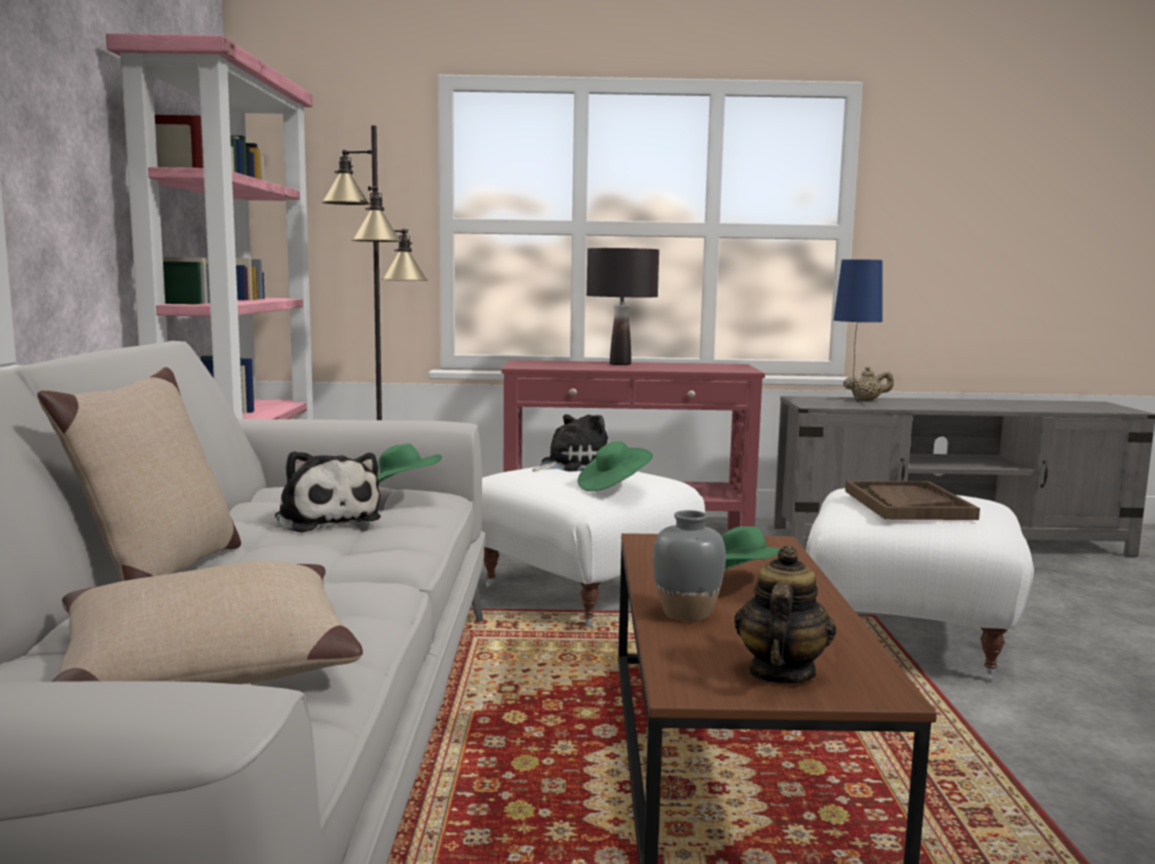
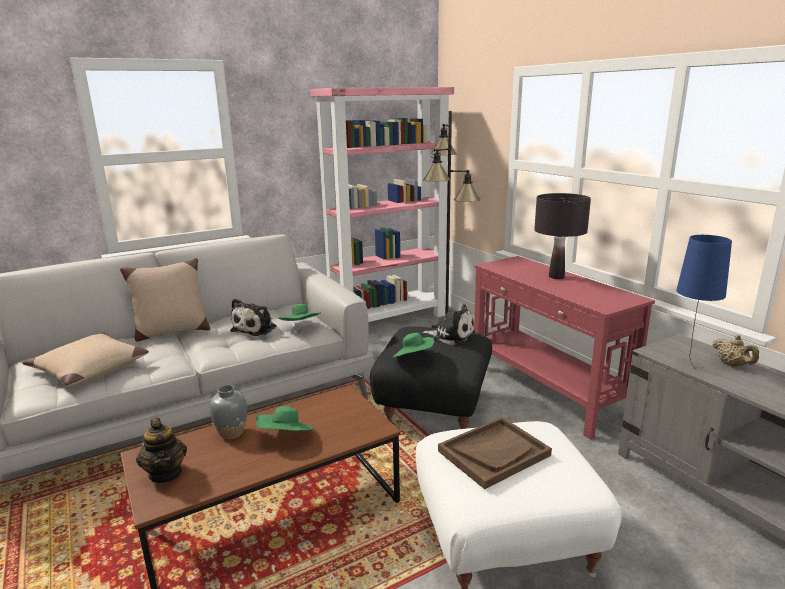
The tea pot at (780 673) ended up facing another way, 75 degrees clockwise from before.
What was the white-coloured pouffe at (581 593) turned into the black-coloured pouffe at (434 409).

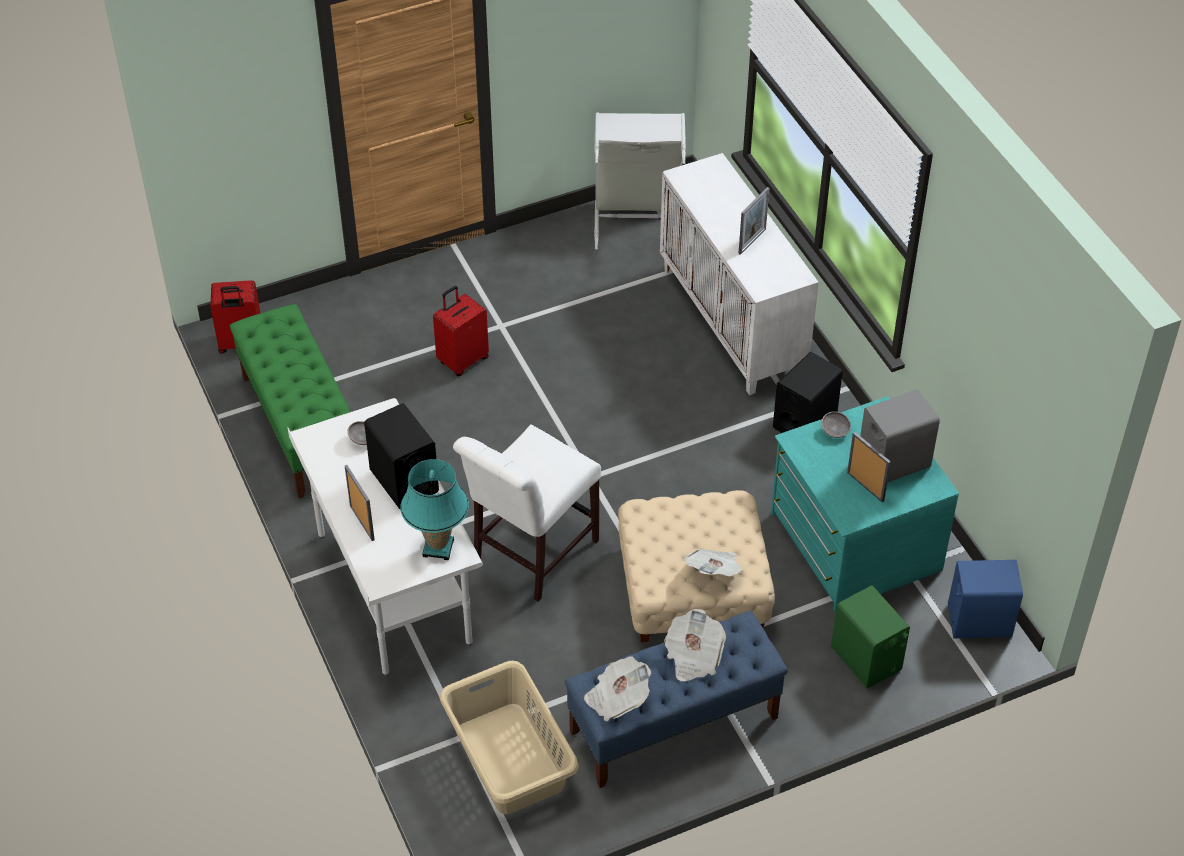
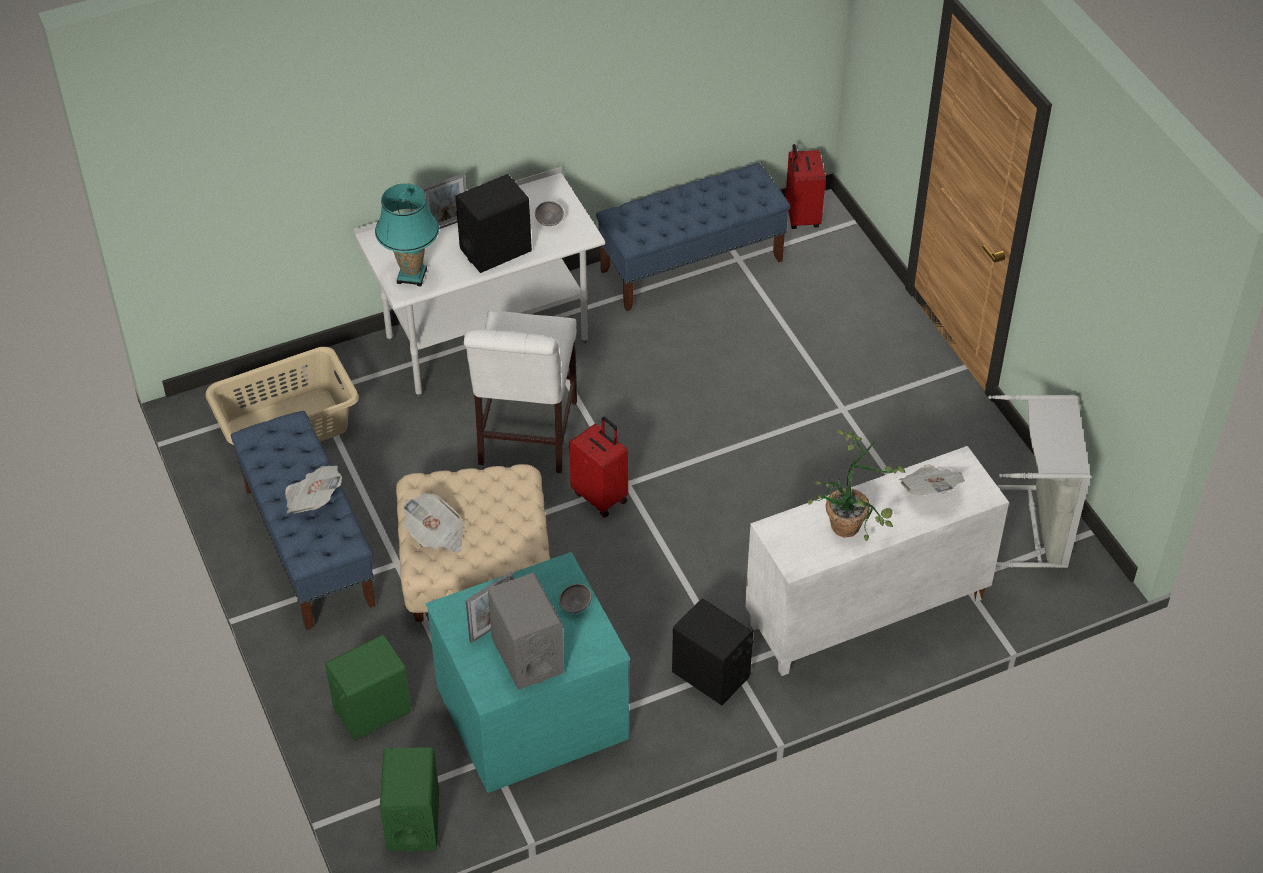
What was the bluish audio speaker at (978 621) turned into the green-coloured audio speaker at (413 821).
The white-coloured chair at (530 554) ended up facing another way, 120 degrees counterclockwise from before.
The red-coloured suitcase ended up elsewhere, having gone from (462 360) to (601 496).
What was the green-coloured indoor bench at (300 426) turned into the bluish indoor bench at (692 265).
Where the standing frame stood at (752 241), the plant in a pot came to stand at (852 524).
The daily paper ended up elsewhere, having gone from (617 698) to (929 490).

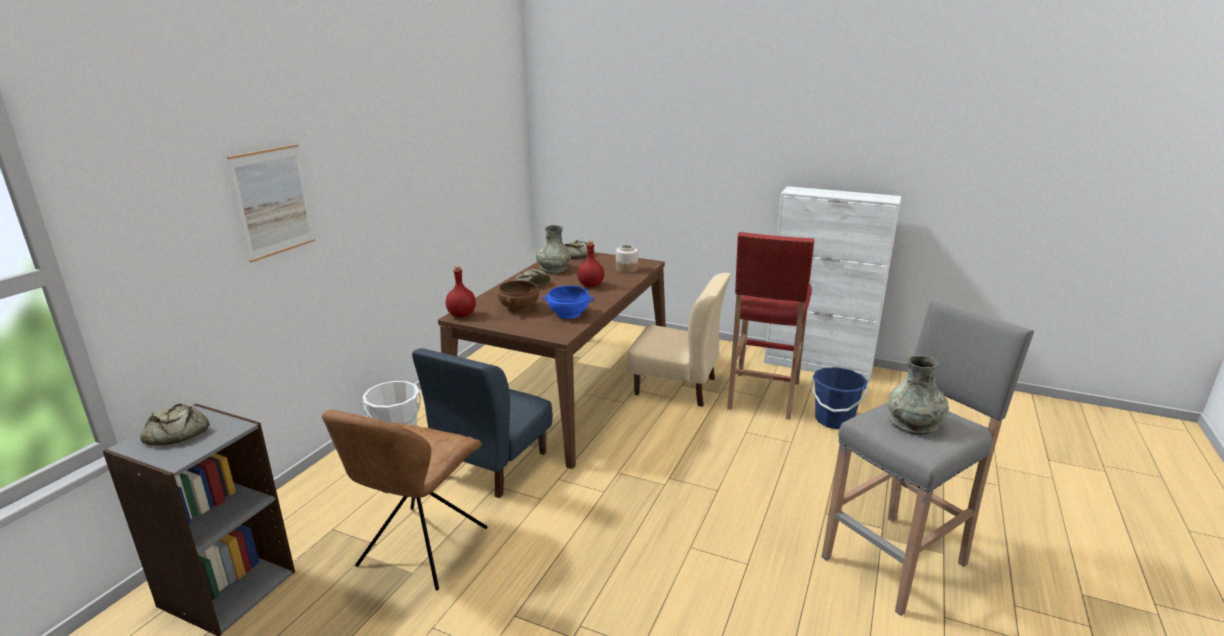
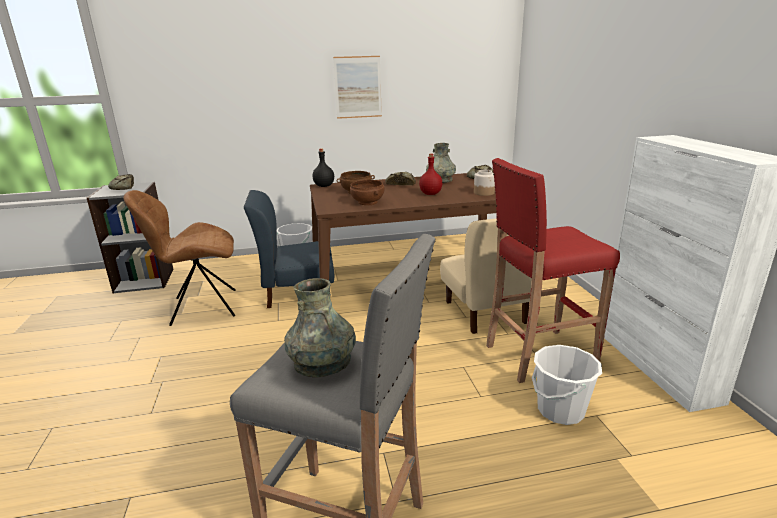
What was the red-coloured beverage bottle at (461 315) turned into the black-coloured beverage bottle at (323 186).
The picture ended up elsewhere, having gone from (273 202) to (358 87).
What was the bluish bowl at (569 314) turned into the brownish bowl at (368 202).
What was the bluish water bucket at (834 420) turned into the white-coloured water bucket at (560 410).

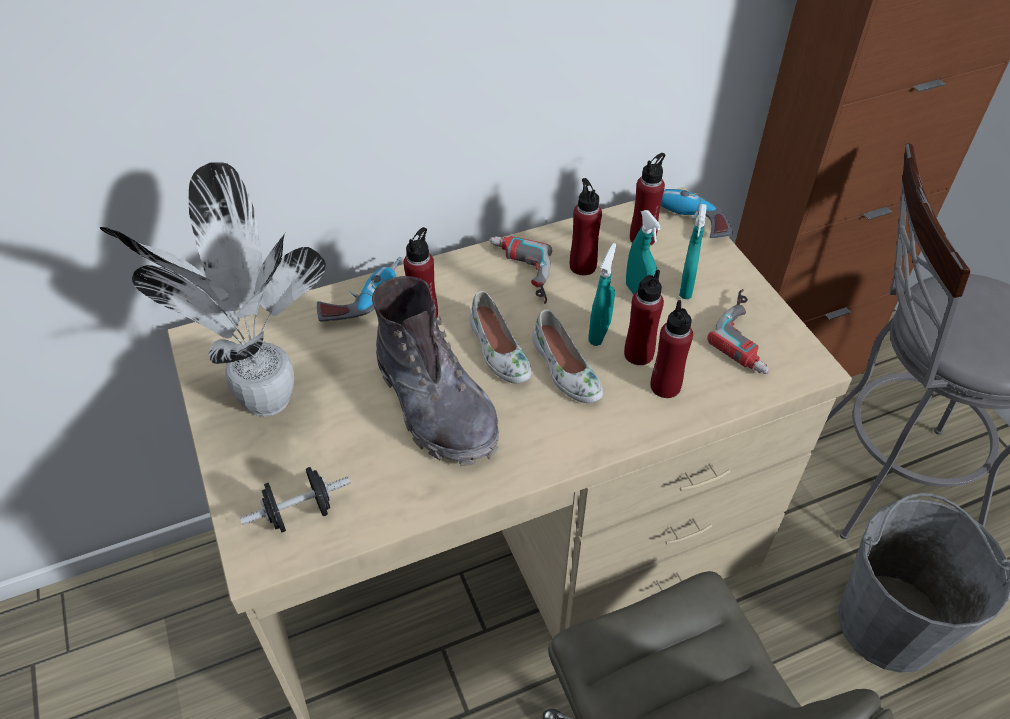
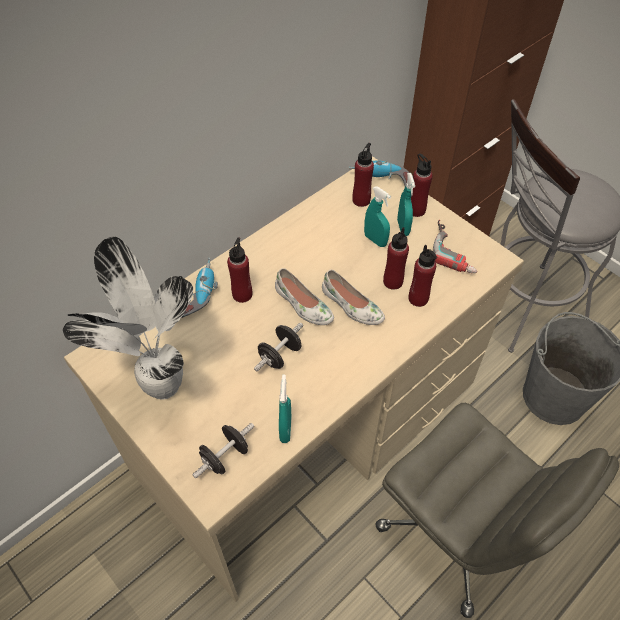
Where the grey high-top boot stood at (436 405), the black-coloured free weight came to stand at (280 355).
The blue-green sprayer ended up elsewhere, having gone from (599 333) to (285 429).
The red-coloured beverage bottle ended up elsewhere, having gone from (582 266) to (416 210).
The second view lost the electric drill at (517 274).

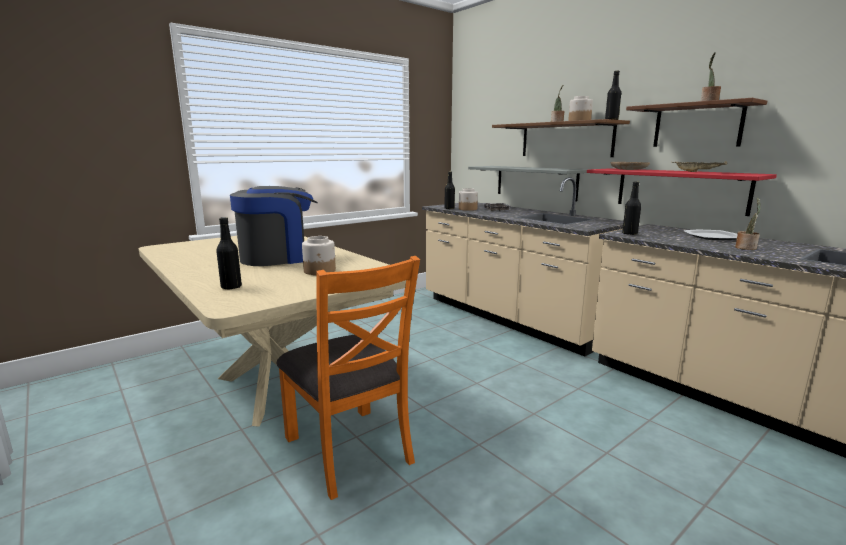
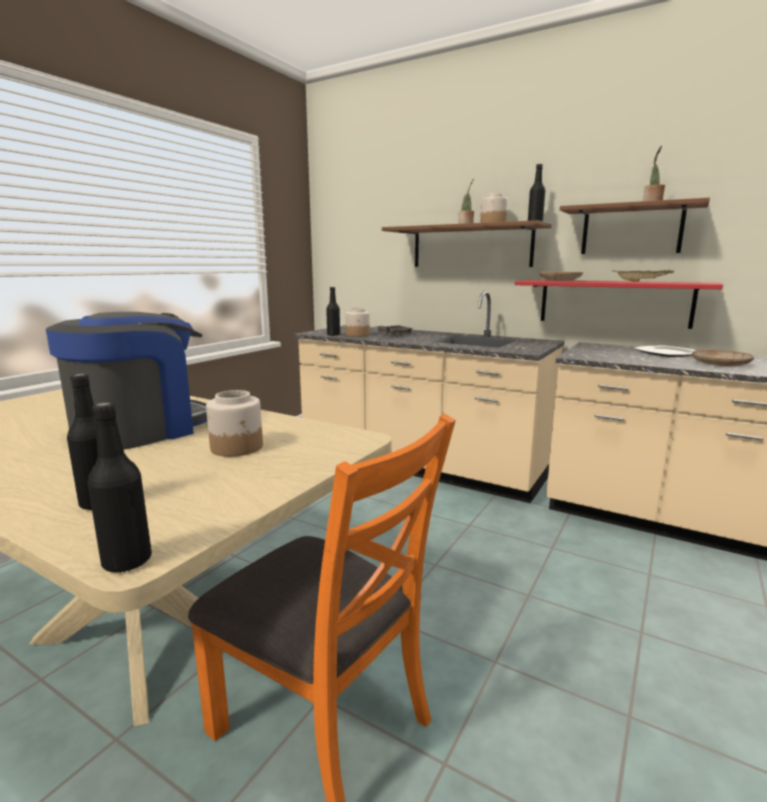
The black-coloured beverage bottle ended up elsewhere, having gone from (629 234) to (127 561).
Where the plant in a pot stood at (746 248), the beige-coloured plate came to stand at (720 364).
The second view lost the grey shelf at (535 182).

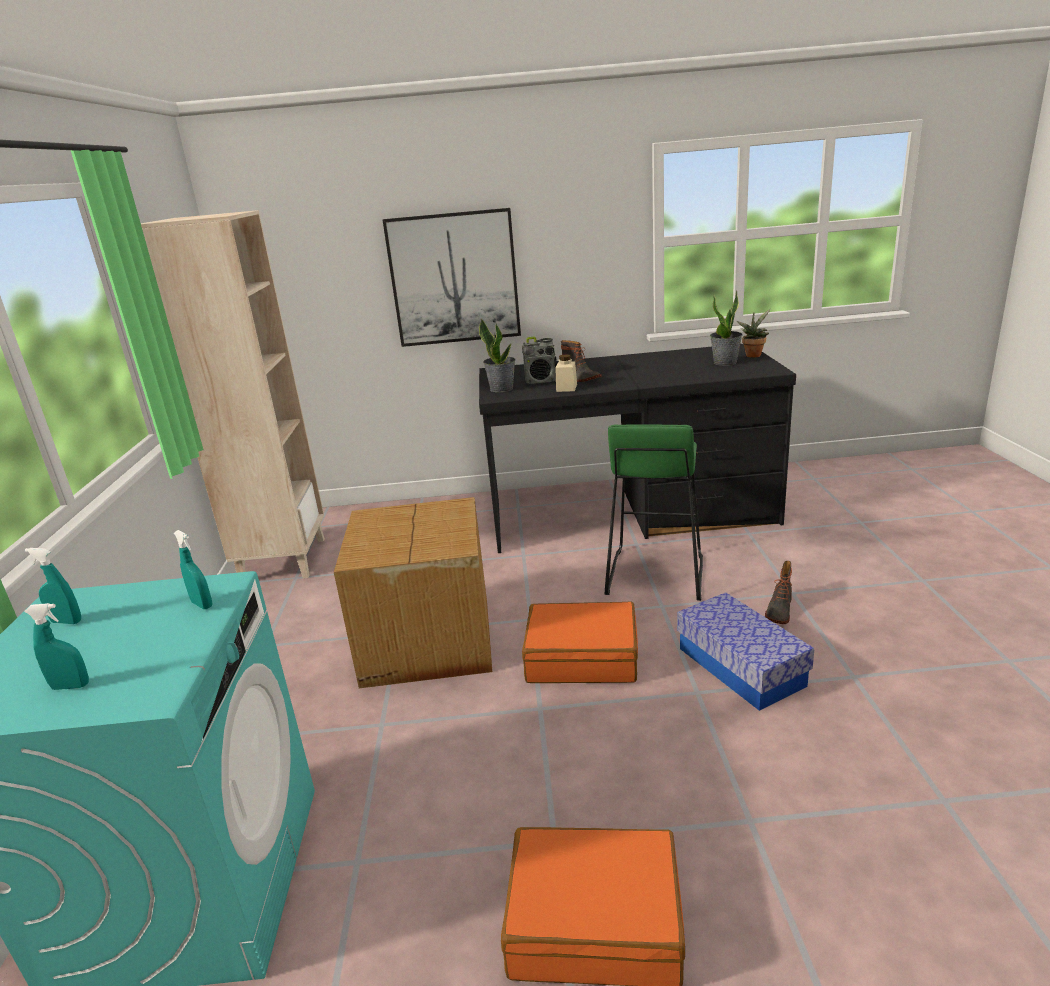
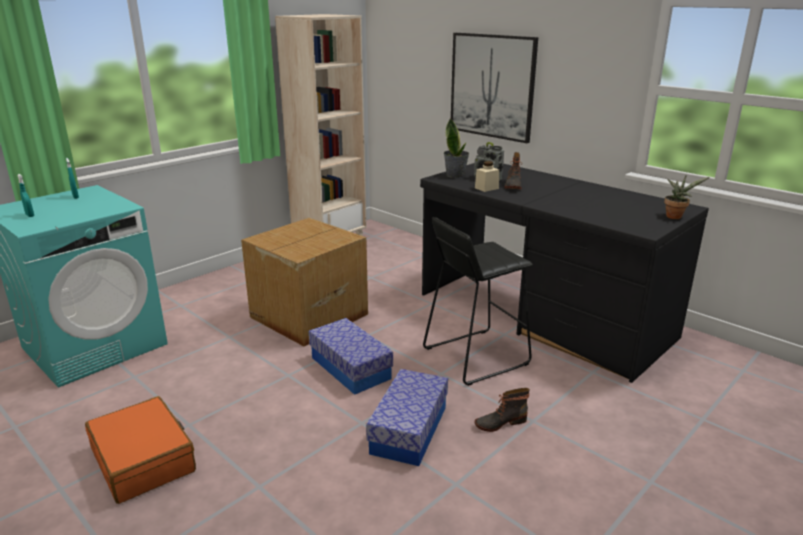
Where the orange-coloured suitcase stood at (582 657), the storage container came to stand at (350 368).
What was the green-coloured stool seat at (654 575) turned into the black-coloured stool seat at (475 356).
The second view lost the blue-green sprayer at (202 604).
The second view lost the plant in a pot at (725 362).

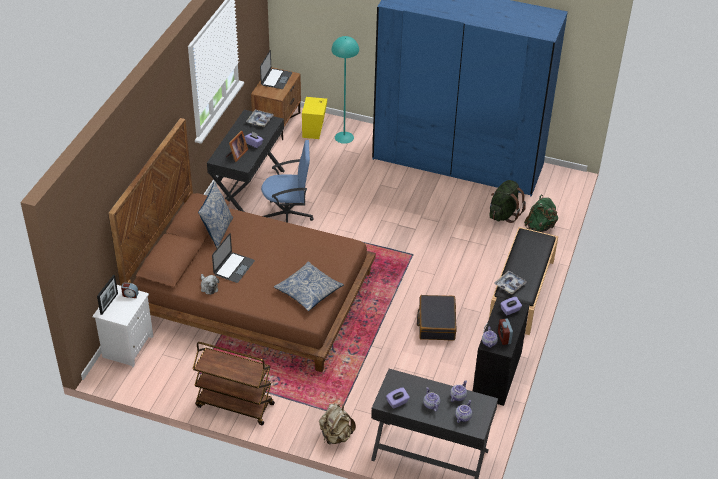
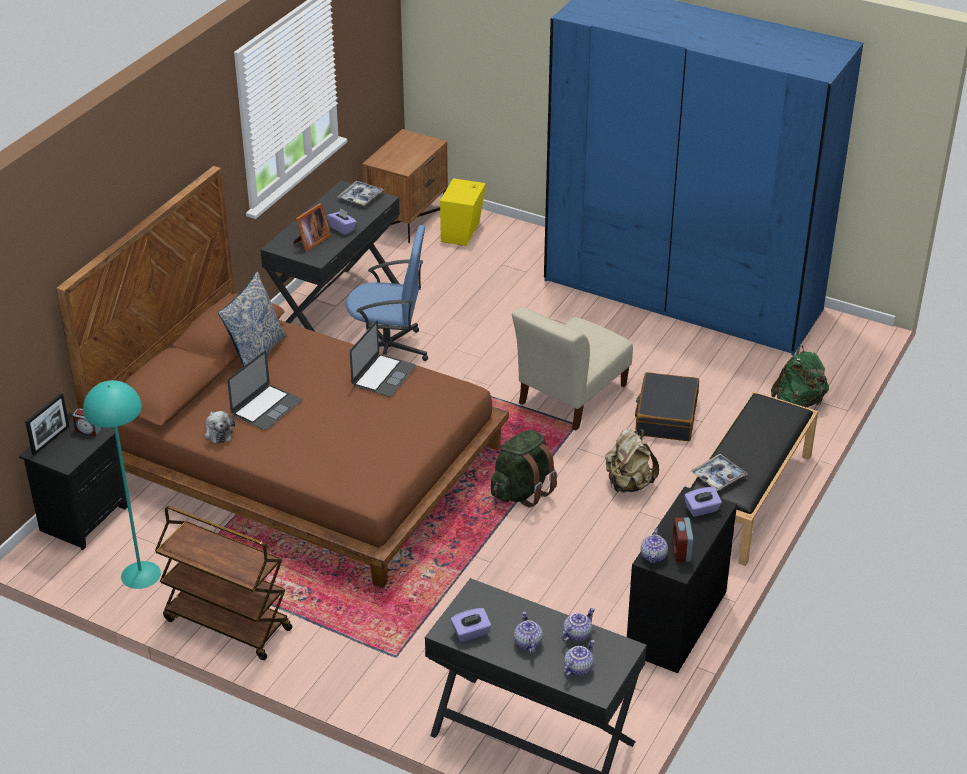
What was the white-coloured night table at (127 346) turned into the black-coloured night table at (83 518).
The blue-green standard lamp ended up elsewhere, having gone from (344 137) to (141 574).
The laptop ended up elsewhere, having gone from (276 79) to (383 375).
The green-coloured backpack ended up elsewhere, having gone from (504 214) to (522 491).
The second view gained the beige-coloured chair at (570 397).
The beige-coloured backpack ended up elsewhere, having gone from (336 436) to (628 484).
The black-coloured suitcase ended up elsewhere, having gone from (436 323) to (666 416).
The second view lost the pillow at (308 291).

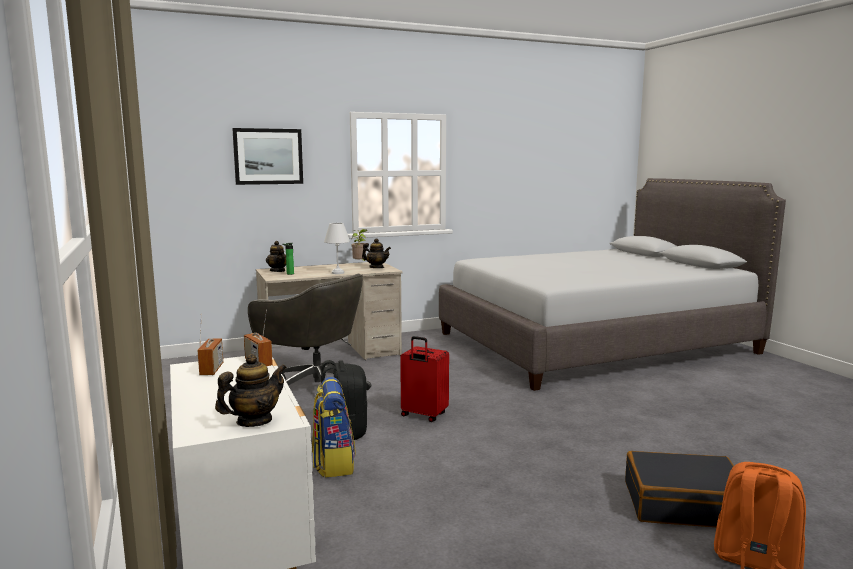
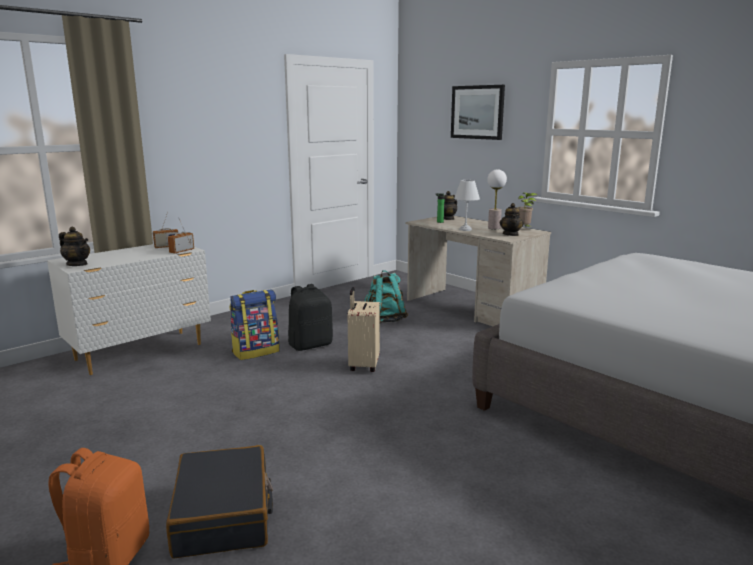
What was the red-coloured suitcase at (423 415) turned into the beige-coloured suitcase at (363 365).
Where the grey computer chair stood at (315 389), the blue-green backpack came to stand at (385 320).
The second view gained the tabletop lamp at (494 228).

